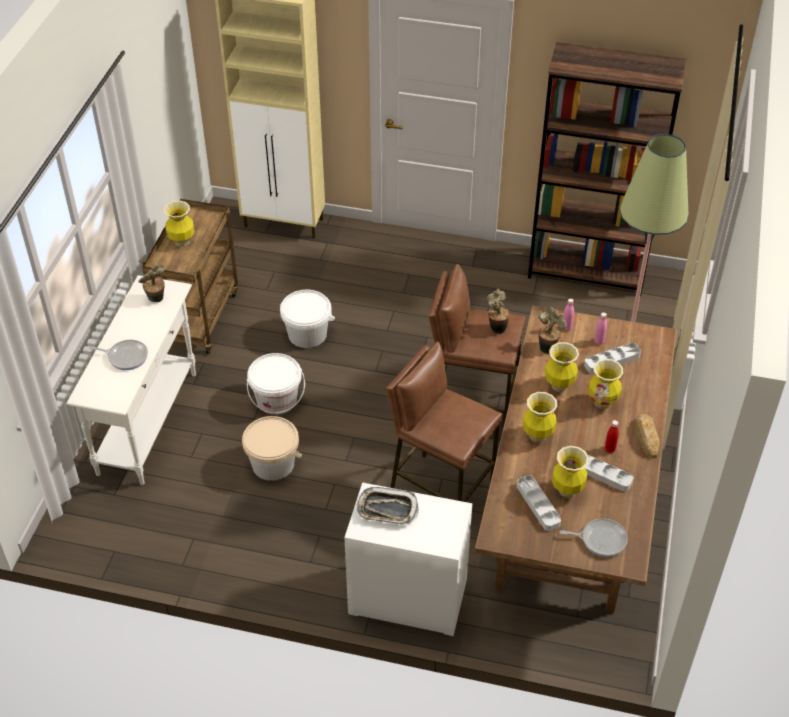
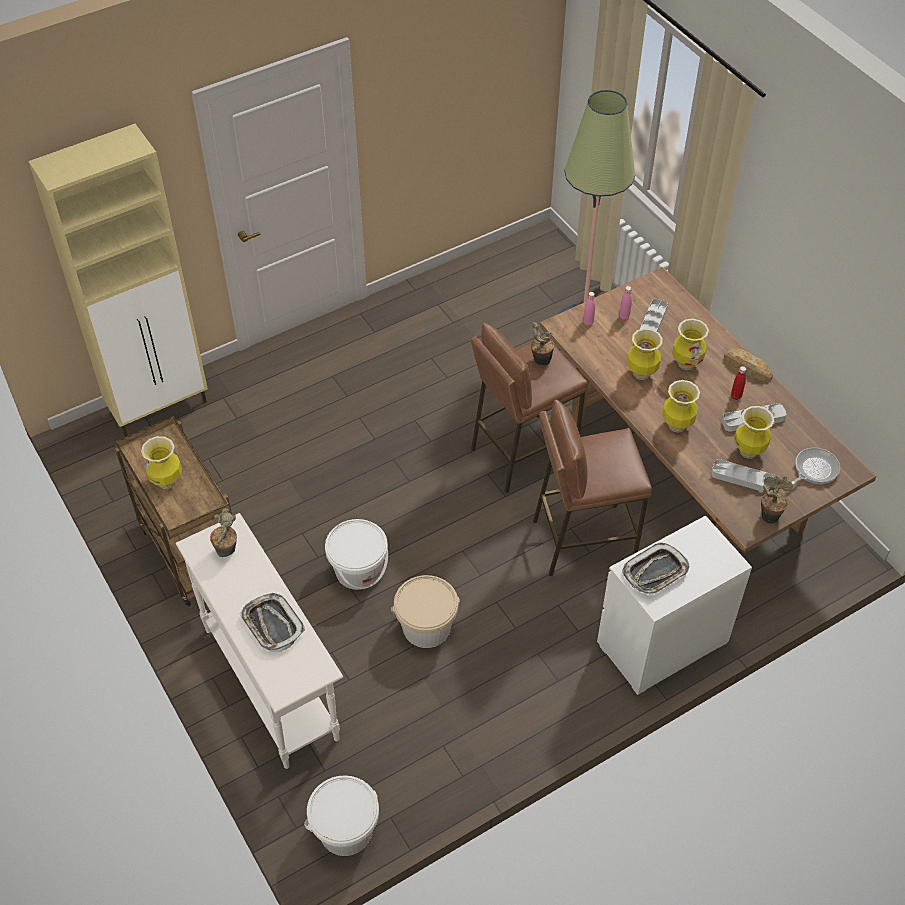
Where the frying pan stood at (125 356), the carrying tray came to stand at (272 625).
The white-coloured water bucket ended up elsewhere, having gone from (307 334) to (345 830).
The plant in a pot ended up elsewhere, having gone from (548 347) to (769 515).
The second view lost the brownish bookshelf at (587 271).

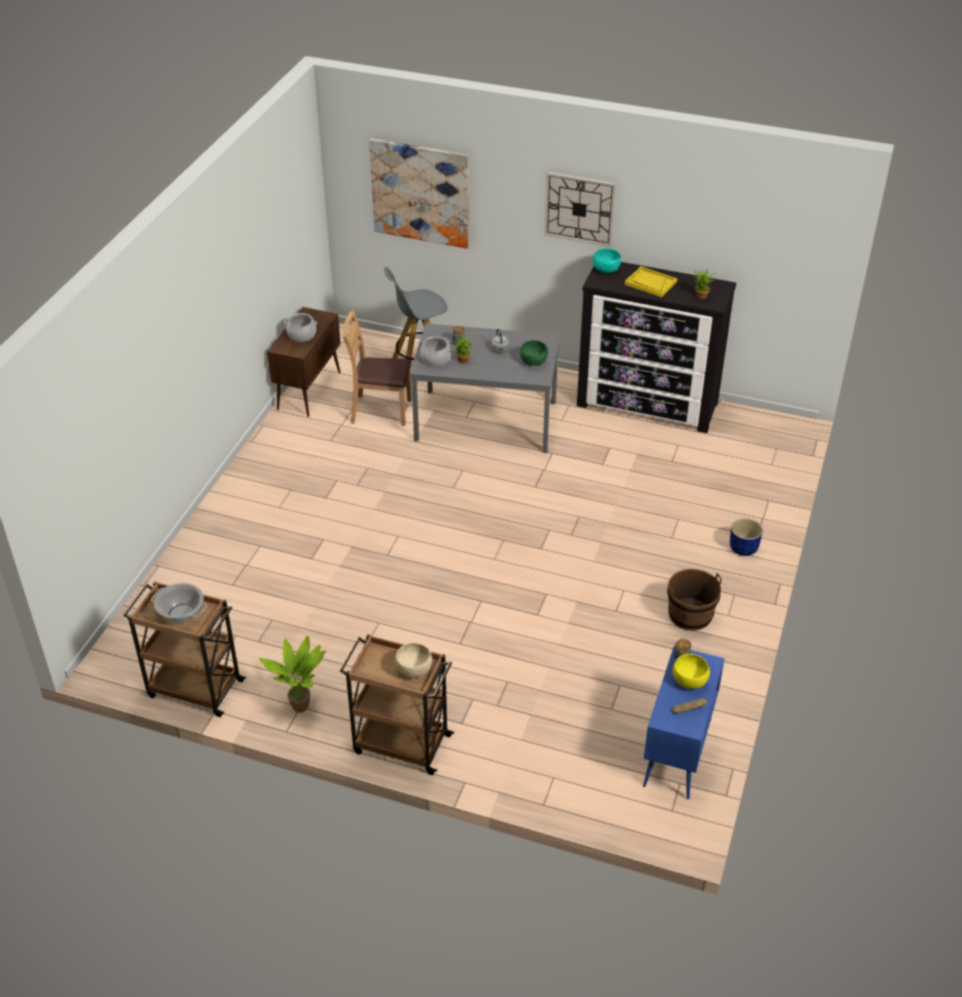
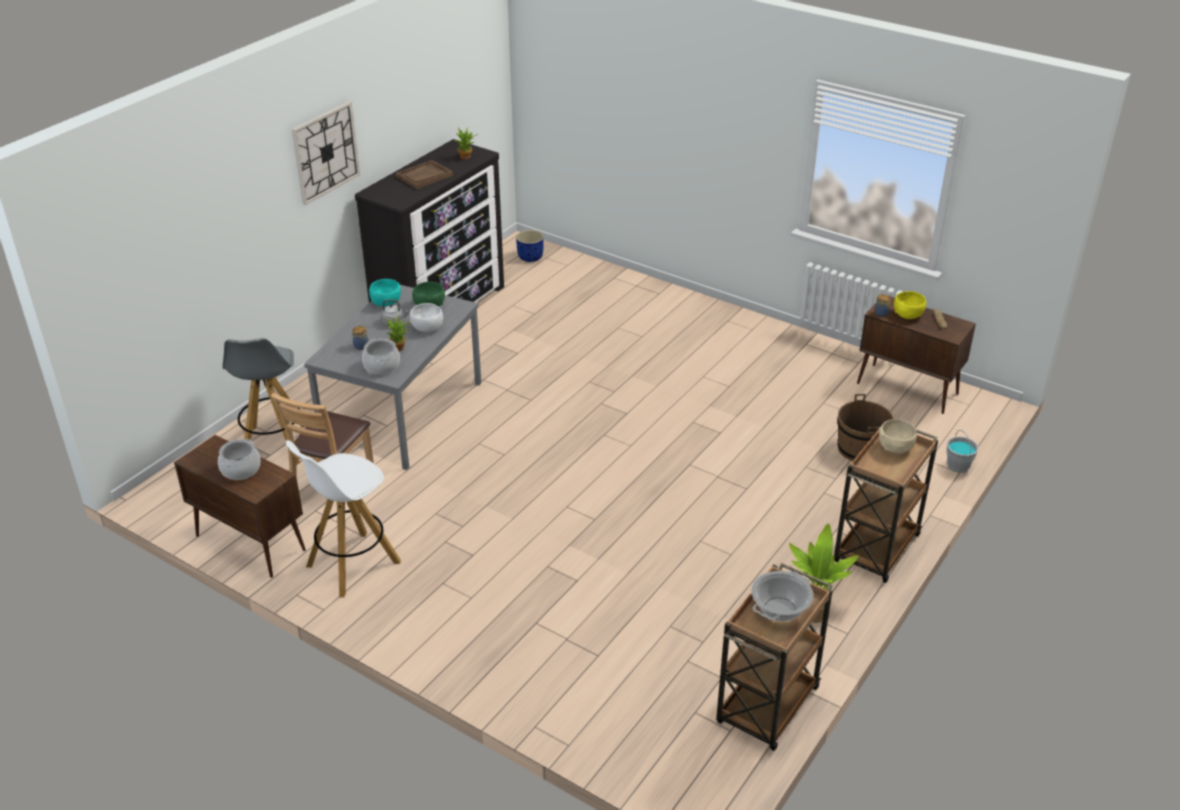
The second view gained the white-coloured stool seat at (352 564).
The blue-green bowl ended up elsewhere, having gone from (605 269) to (386 303).
What was the yellow-coloured carrying tray at (650 283) turned into the brownish carrying tray at (424 176).
The second view gained the white-coloured bowl at (427 328).
The bluish plant pot ended up elsewhere, having gone from (743 548) to (530 257).
The brownish water bucket ended up elsewhere, having gone from (690 615) to (860 449).
What was the bluish cupboard at (677 754) turned into the brownish cupboard at (908 389).
The second view gained the grey water bucket at (958 465).
The second view lost the picture at (420 193).

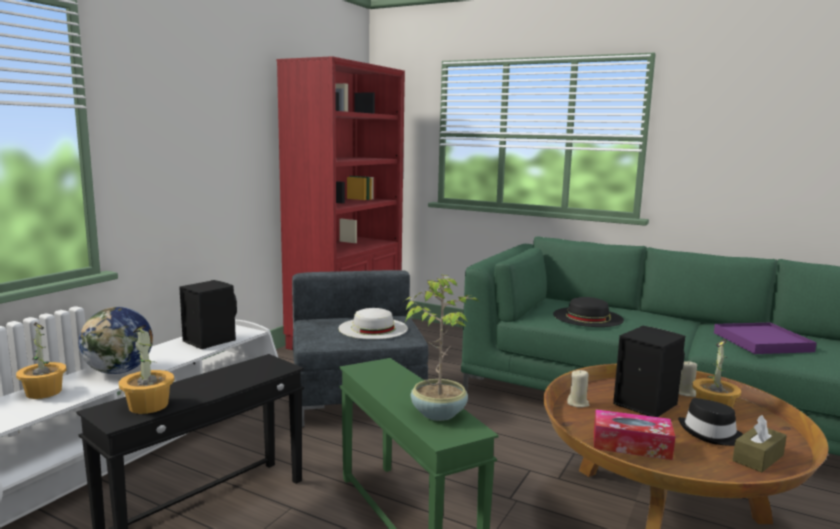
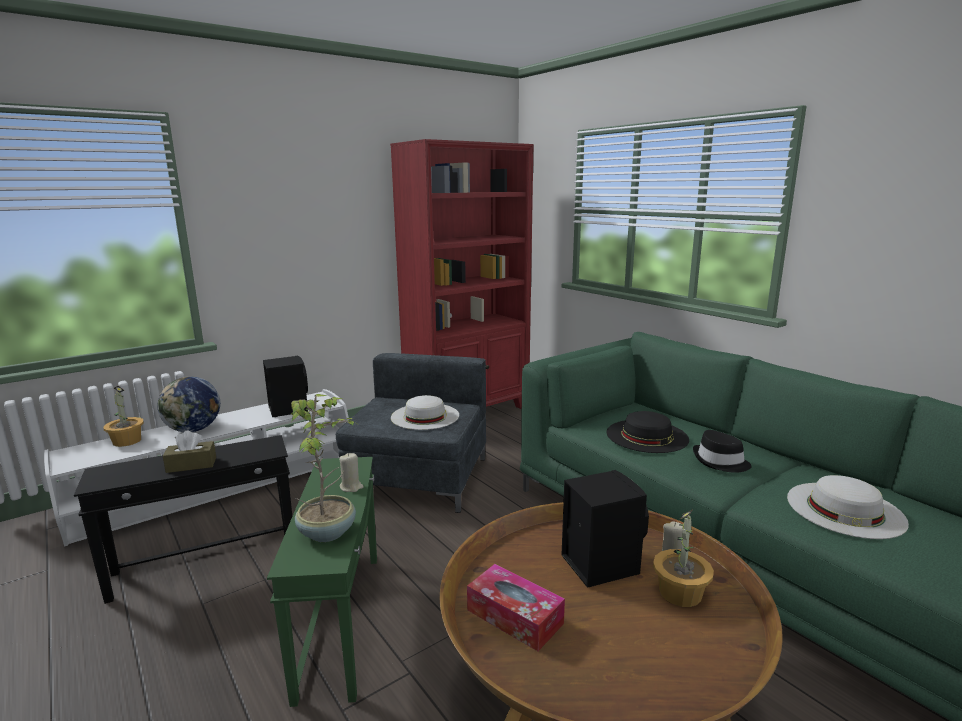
The brownish tissue box ended up elsewhere, having gone from (758 458) to (191 465).
The beige-coloured wax candle ended up elsewhere, having gone from (578 403) to (351 487).
The black-coloured hat ended up elsewhere, having gone from (711 434) to (720 462).
Where the purple-coloured carrying tray stood at (762 342), the white-coloured hat came to stand at (845 509).
The second view lost the plant in a pot at (149 406).

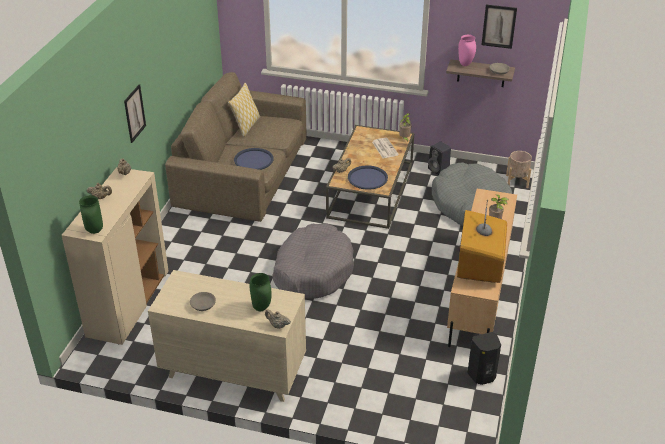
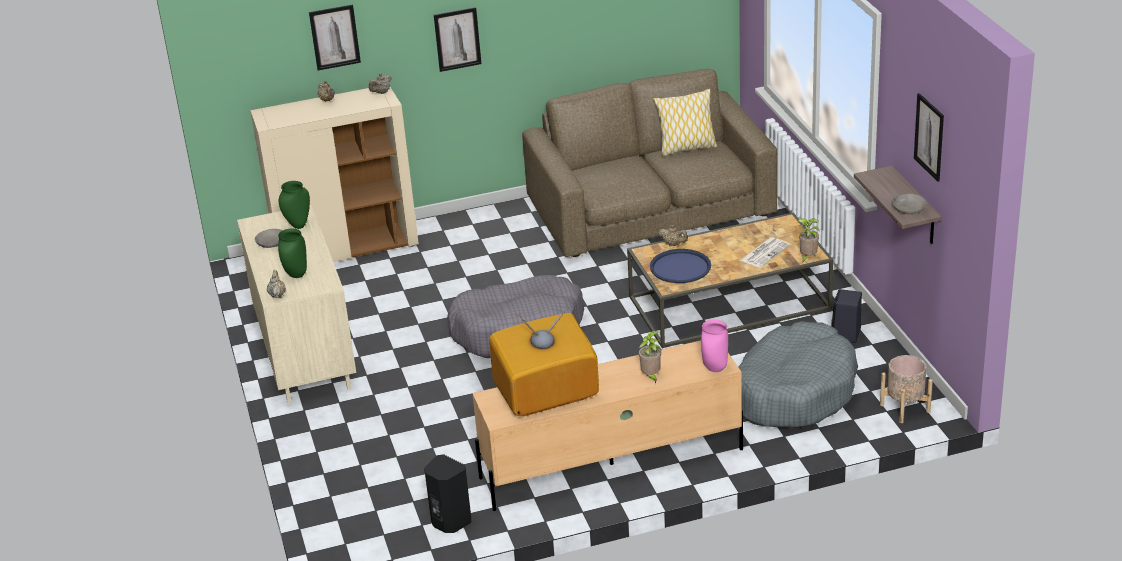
The green-coloured vase ended up elsewhere, having gone from (95 231) to (298 226).
The second view gained the picture at (334 37).
The pinkish vase ended up elsewhere, having gone from (465 64) to (715 369).
The second view lost the bluish carrying tray at (253 160).

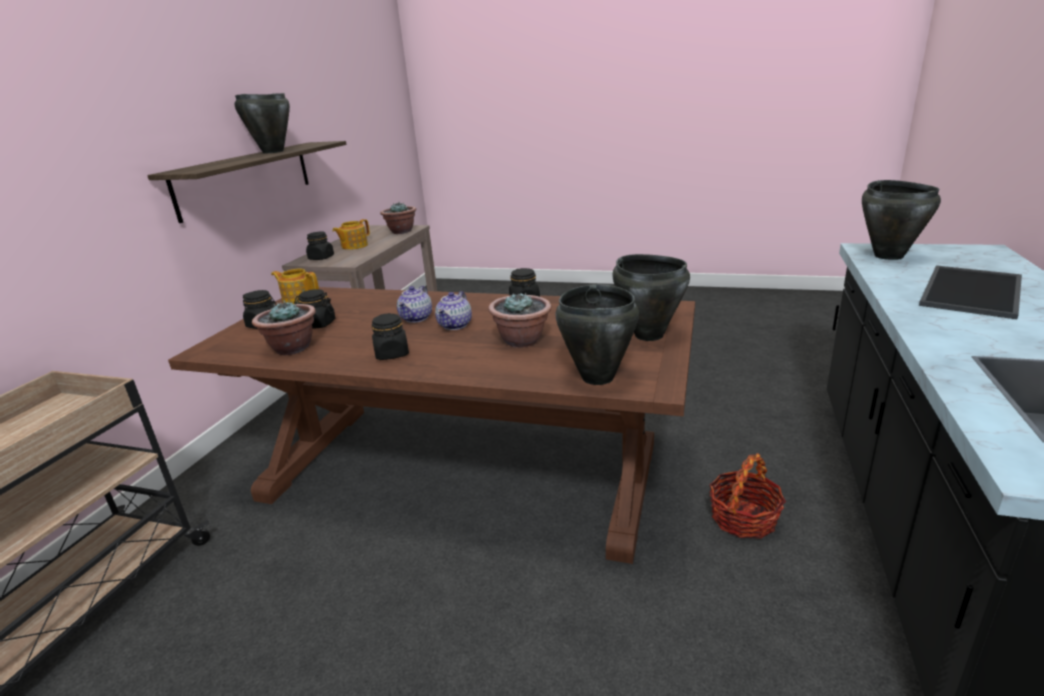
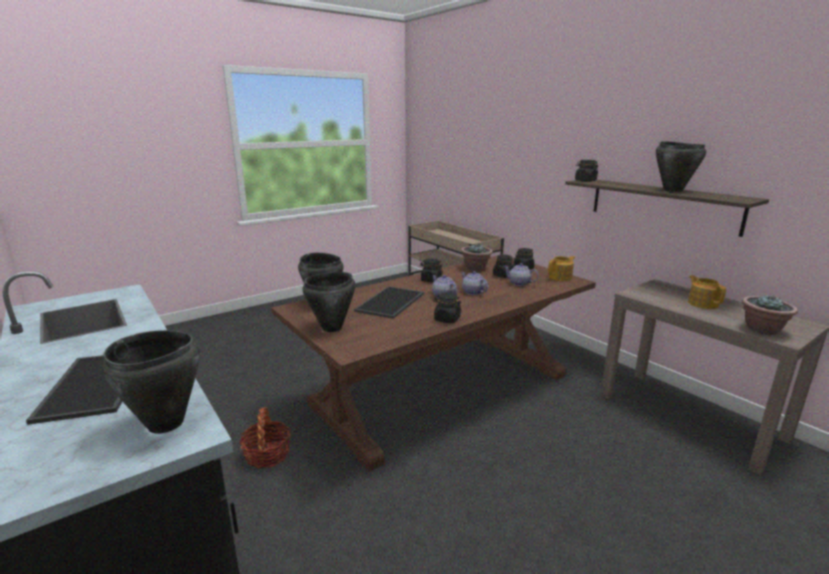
Where the plant in a pot stood at (522 341), the carrying tray came to stand at (391 302).
The second view gained the tea pot at (519 283).
The black-coloured preserve jar ended up elsewhere, having gone from (321 258) to (585 181).

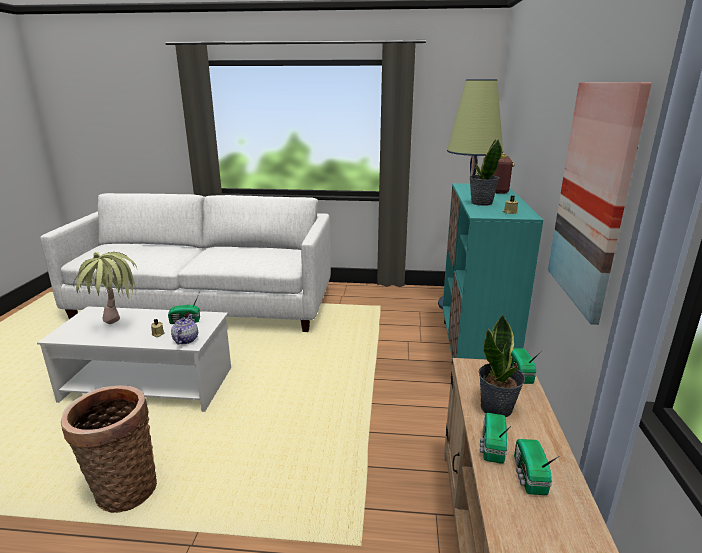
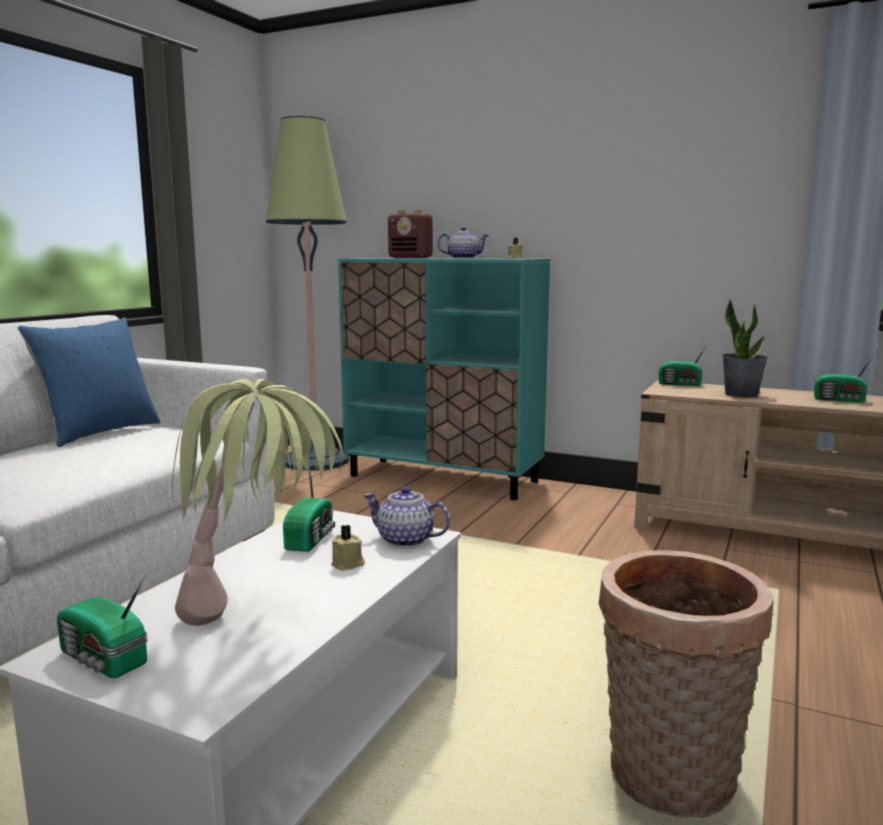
The second view gained the bluish pillow at (99 432).
The radio receiver ended up elsewhere, having gone from (491 447) to (103 660).
Where the plant in a pot stood at (481 203), the tea pot came to stand at (462 258).
The second view lost the picture at (593 197).

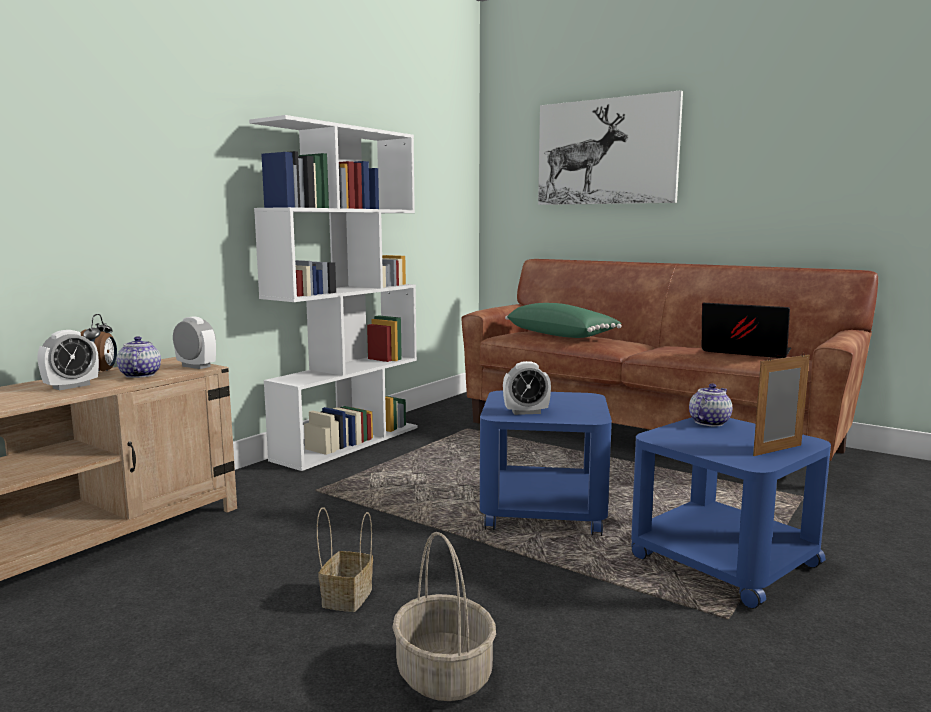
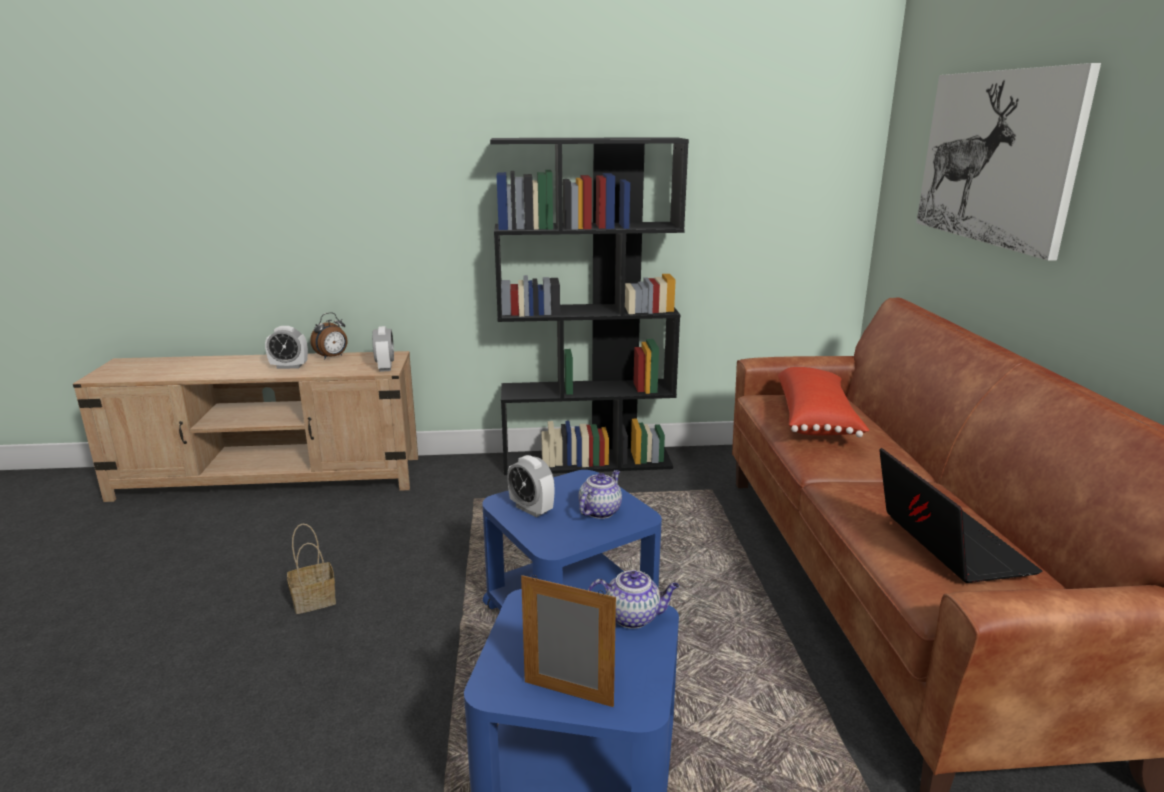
What was the white-coloured bookshelf at (348 442) turned into the black-coloured bookshelf at (587 461).
The tea pot ended up elsewhere, having gone from (140 375) to (600 511).
What was the green-coloured pillow at (561 335) turned into the red-coloured pillow at (816 419).
The second view lost the basket at (443 674).

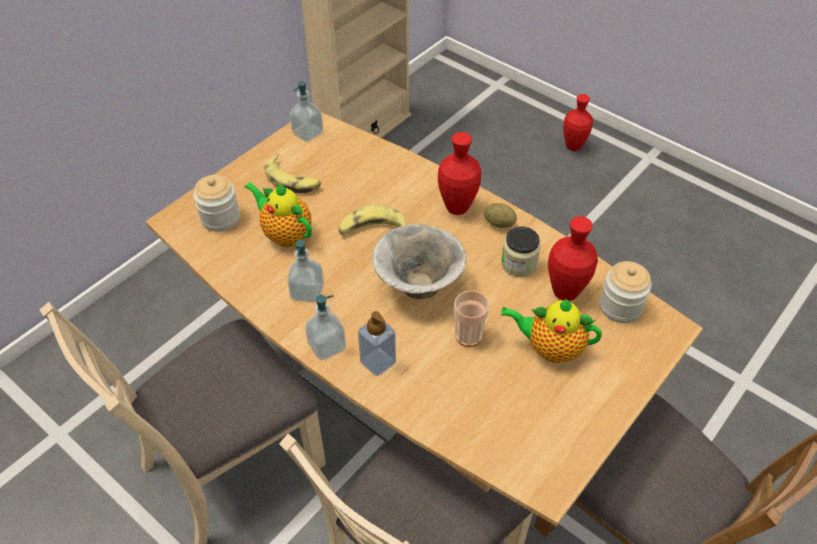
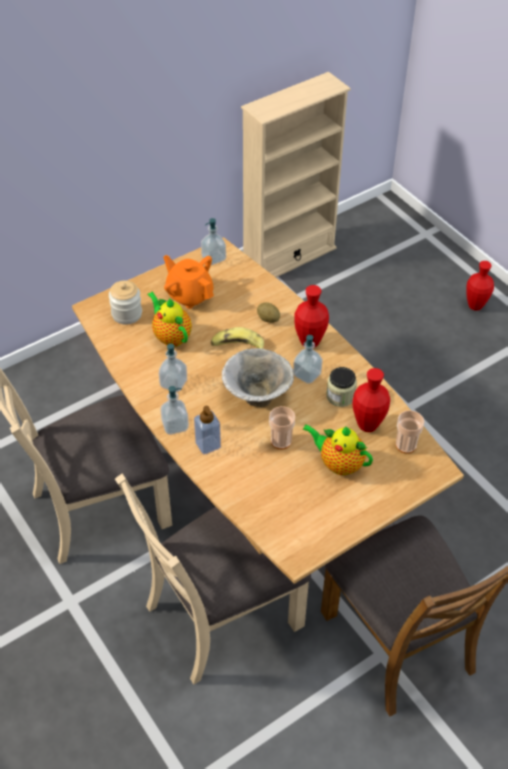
Where the banana fruit stood at (292 180), the orange-coloured tea pot came to stand at (189 295).
The potato ended up elsewhere, having gone from (499 223) to (268 319).
The second view gained the soap dispenser at (307 374).
Where the preserve jar stood at (620 306), the cup came to stand at (406 445).

